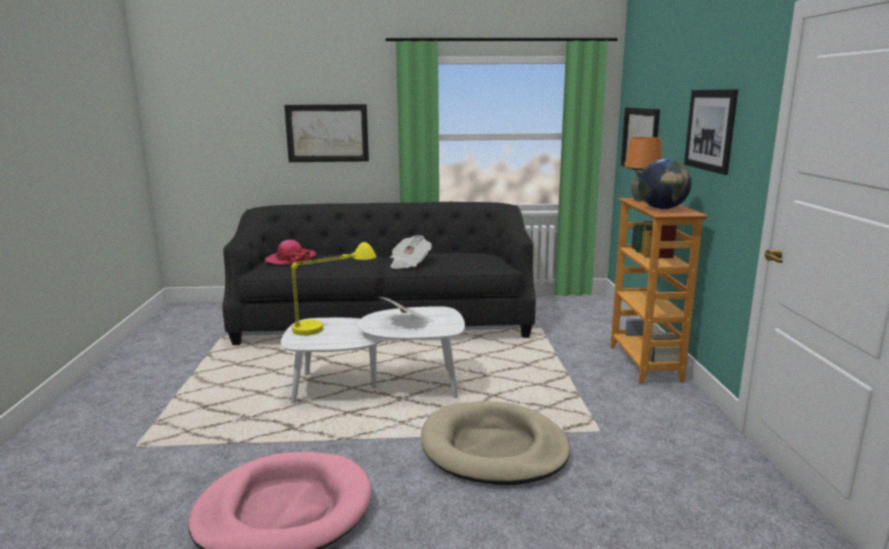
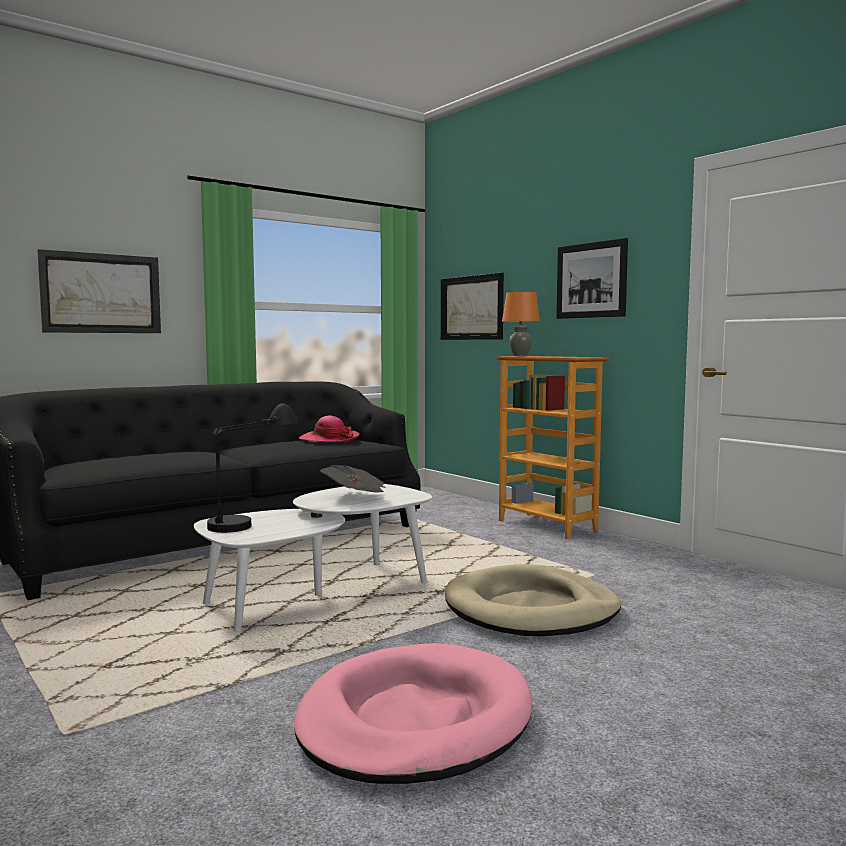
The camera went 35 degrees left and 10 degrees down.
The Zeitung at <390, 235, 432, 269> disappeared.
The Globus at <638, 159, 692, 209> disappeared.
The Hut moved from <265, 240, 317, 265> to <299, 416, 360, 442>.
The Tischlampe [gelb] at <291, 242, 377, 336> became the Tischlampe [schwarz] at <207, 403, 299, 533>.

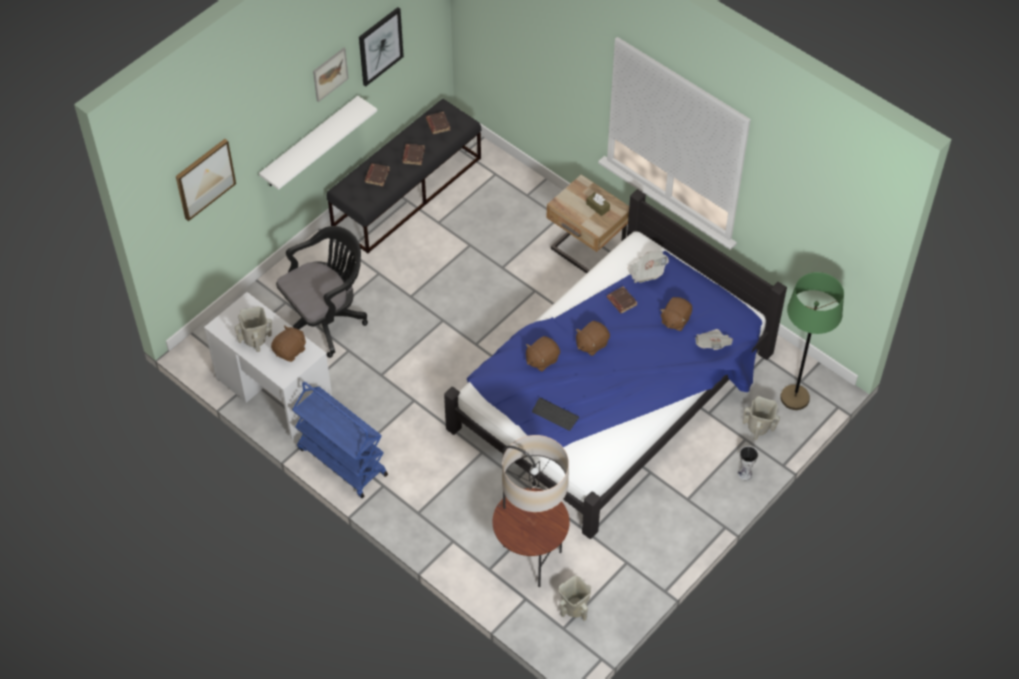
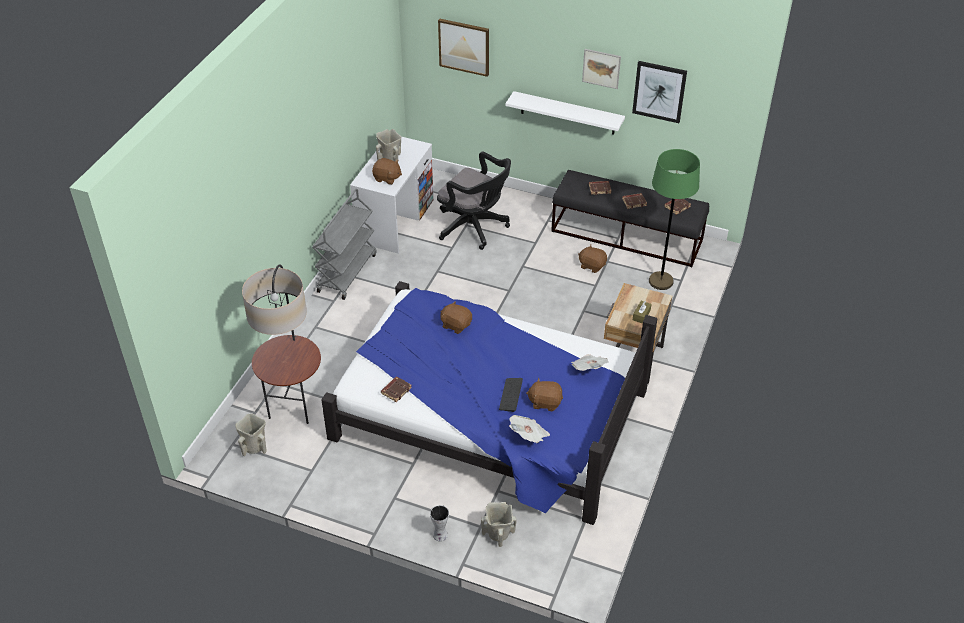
The camera went 70 degrees right and 10 degrees down.
The Tastatur moved from <532, 398, 579, 431> to <499, 378, 523, 412>.
The Plüschtier [braun] moved from <576, 321, 610, 356> to <578, 245, 607, 273>.
The Buch [braun] moved from <607, 286, 637, 313> to <381, 377, 412, 402>.
The Stehlampe [grün] moved from <780, 272, 844, 410> to <649, 149, 700, 290>.
The Rollwagen [blau] at <292, 381, 388, 498> became the Rollwagen [grau] at <312, 189, 376, 300>.

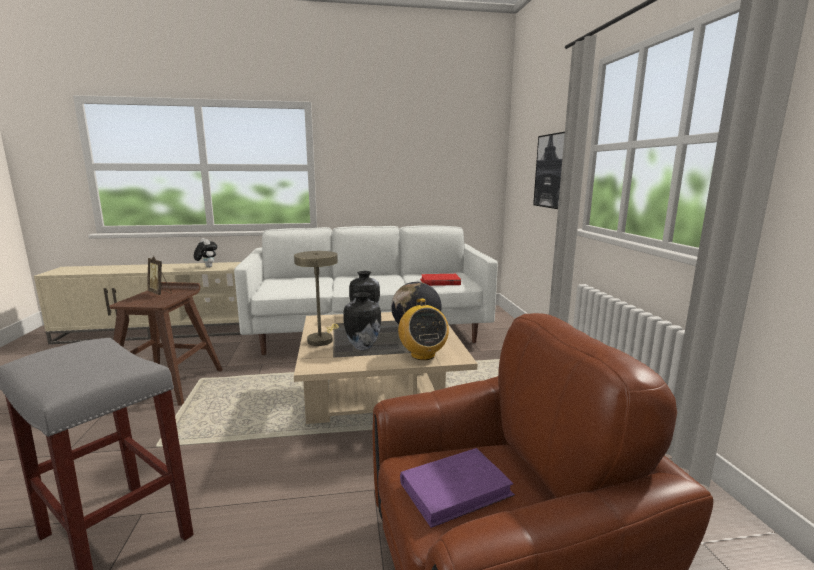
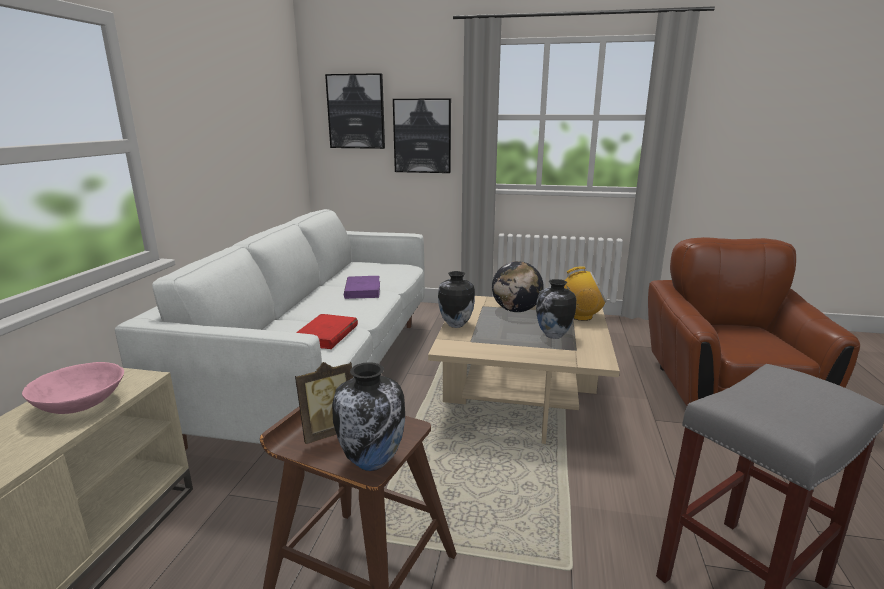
The camera went 70 degrees left and 5 degrees up.
The Tischlampe [beige] at <294, 251, 339, 346> disappeared.
The Bild at <325, 73, 385, 149> appeared.
The Vase at <332, 362, 405, 471> appeared.
The Buch [lila] moved from <400, 448, 515, 528> to <344, 276, 380, 299>.
The Buch [rot] moved from <420, 274, 461, 286> to <296, 314, 358, 349>.
The Plüschtier at <194, 238, 218, 268> was replaced by the Schüssel [rosa] at <22, 362, 124, 414>.

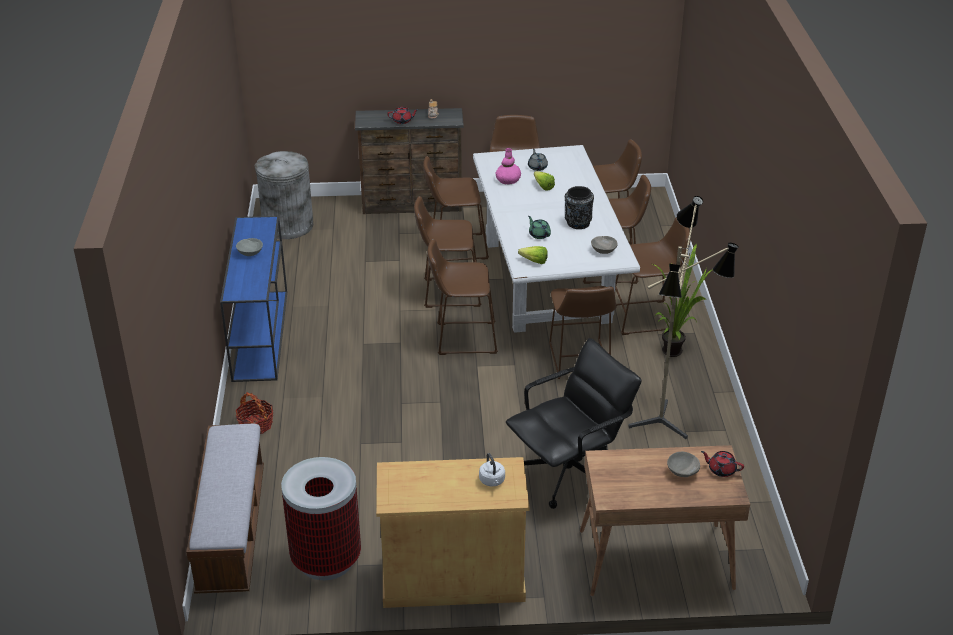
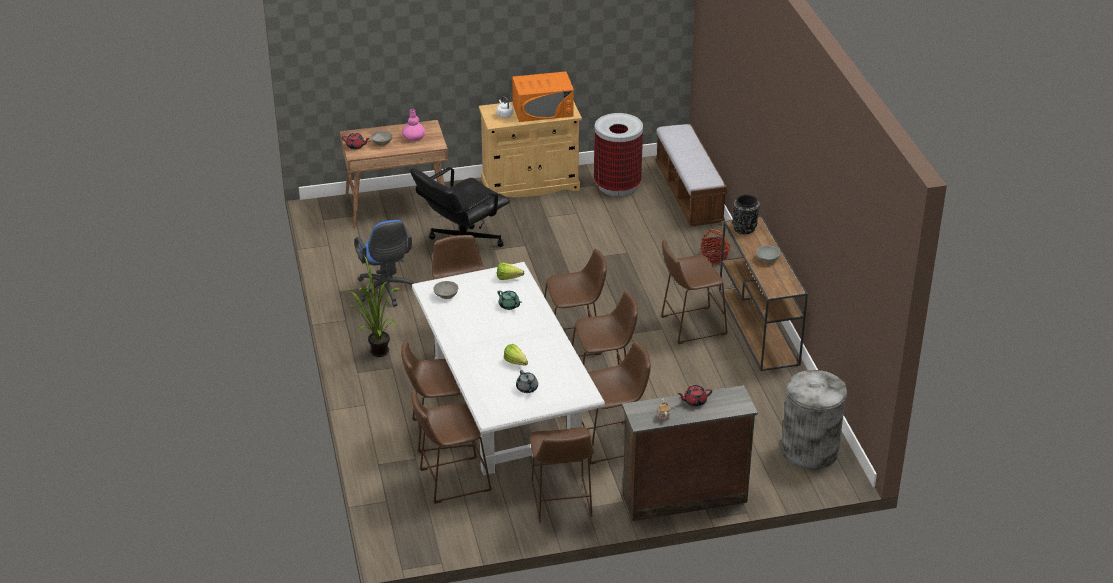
The camera went 170 degrees right and 0 degrees up.
The Mikrowelle [orange] at <512, 71, 574, 122> appeared.
The Vase [rosa] moved from <495, 148, 521, 185> to <402, 109, 425, 141>.
The Vase [schwarz] moved from <565, 186, 594, 229> to <732, 194, 760, 234>.
The Hocker [braun] moved from <615, 218, 691, 335> to <660, 240, 728, 344>.
The Stehlampe at <628, 196, 739, 439> was replaced by the Bürostuhl [blau] at <354, 220, 415, 307>.
The Konsolentisch [blau] at <220, 216, 287, 382> became the Konsolentisch [braun] at <719, 216, 808, 371>.

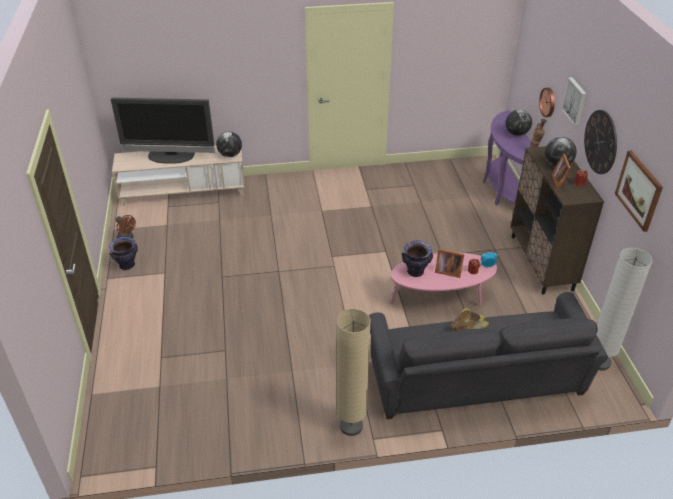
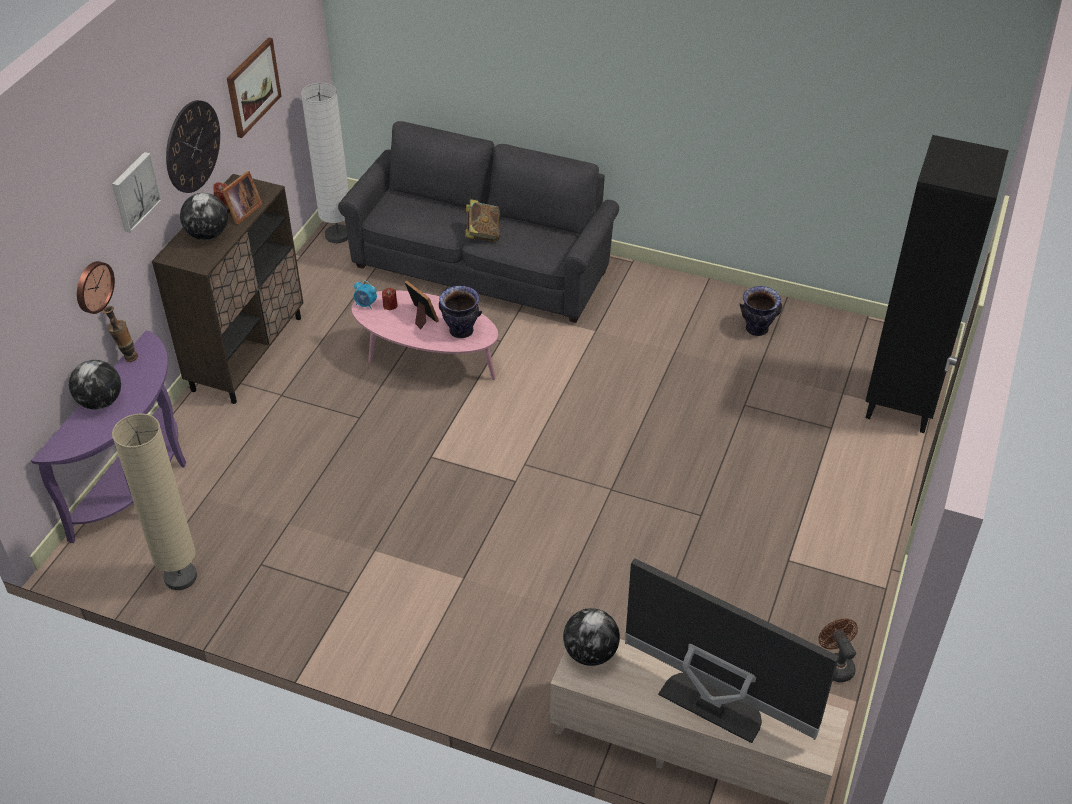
The camera went 150 degrees left and 5 degrees up.
The Bücherregal [schwarz] at <865, 135, 1009, 433> appeared.
The Vase moved from <109, 237, 138, 270> to <740, 286, 782, 336>.
The Stehlampe [beige] moved from <336, 309, 371, 436> to <112, 414, 197, 590>.

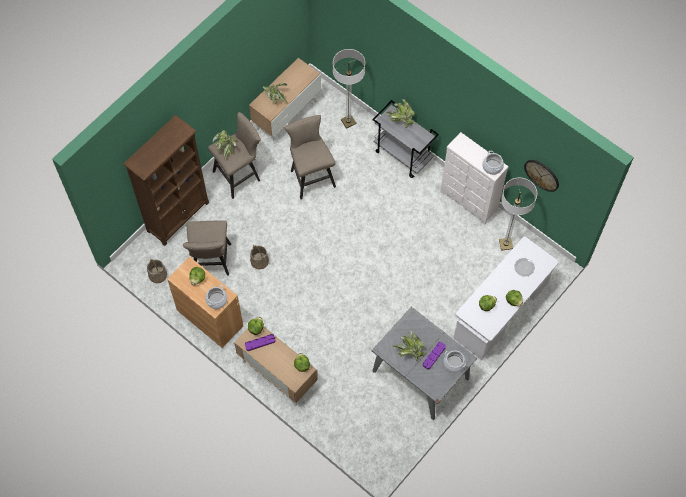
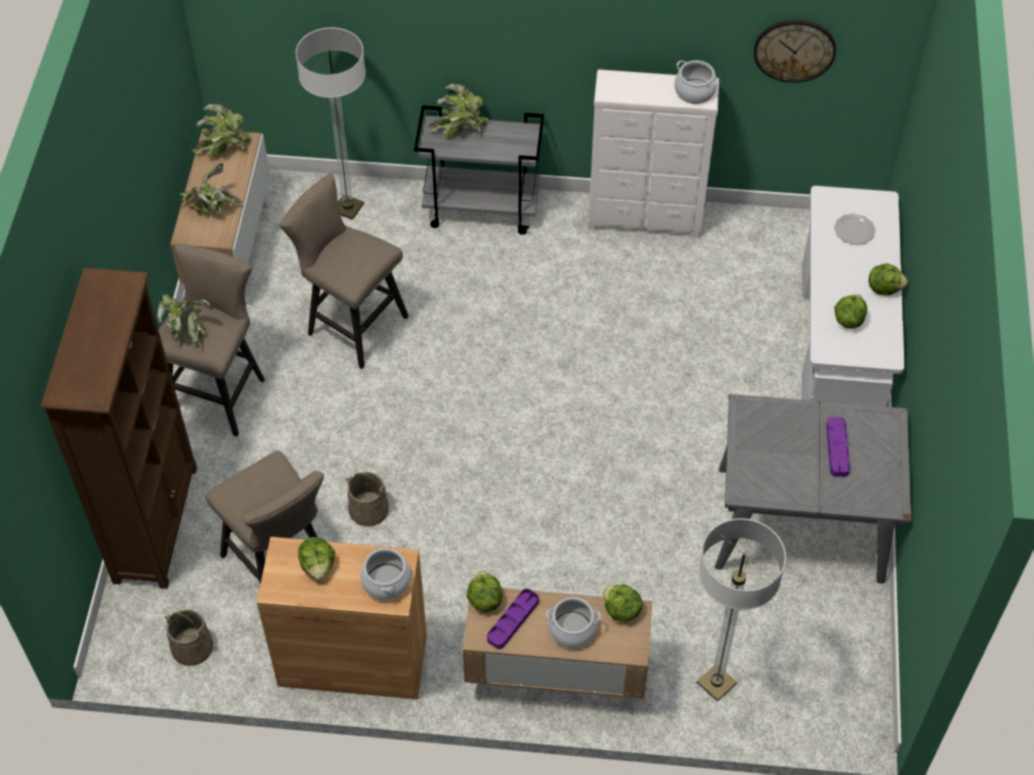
The camera went 35 degrees left and 10 degrees down.
The Topfpflanze moved from <392, 331, 425, 361> to <192, 104, 251, 158>.
The Kochtopf moved from <444, 350, 466, 373> to <546, 597, 601, 648>.
The Stehlampe moved from <499, 178, 537, 251> to <697, 518, 786, 701>.

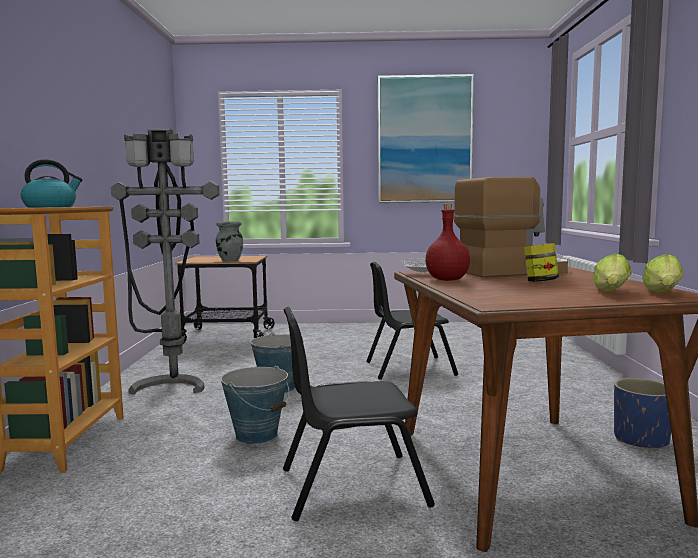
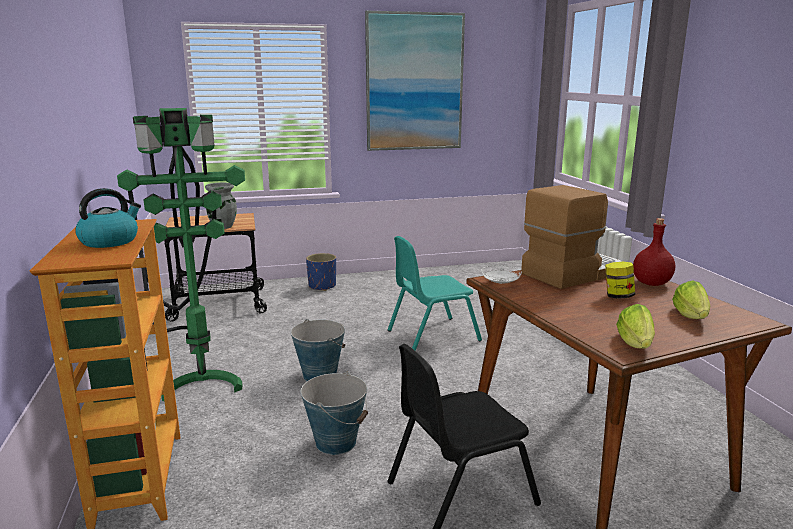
The camera went 15 degrees left and 10 degrees up.
The Flasche [rot] moved from <425, 204, 470, 281> to <633, 218, 675, 286>.
The Pflanzkübel [blau] moved from <614, 378, 671, 450> to <306, 253, 336, 291>.
The Salatkopf moved from <642, 254, 683, 293> to <616, 304, 655, 349>.
The Stehlampe [grau] at <111, 129, 220, 395> became the Stehlampe [grün] at <117, 108, 245, 401>.
The Stuhl [schwarz] at <366, 262, 458, 380> became the Stuhl [türkis] at <388, 236, 482, 351>.

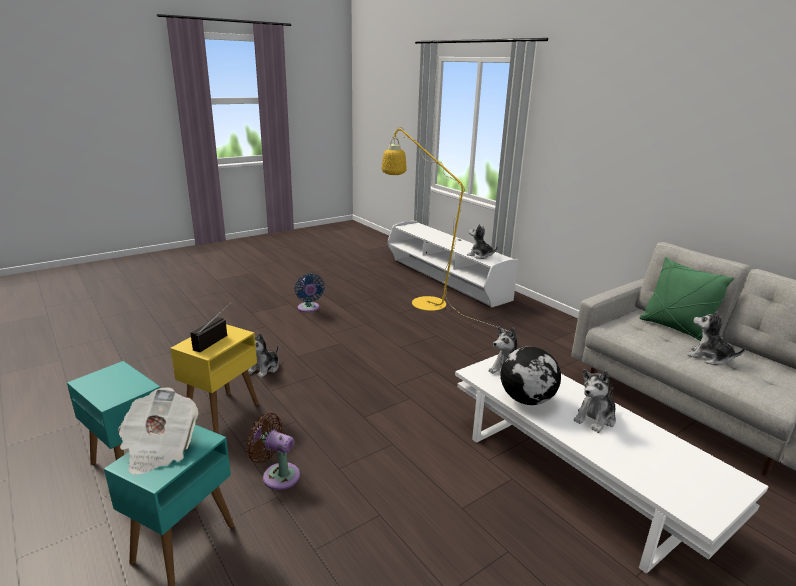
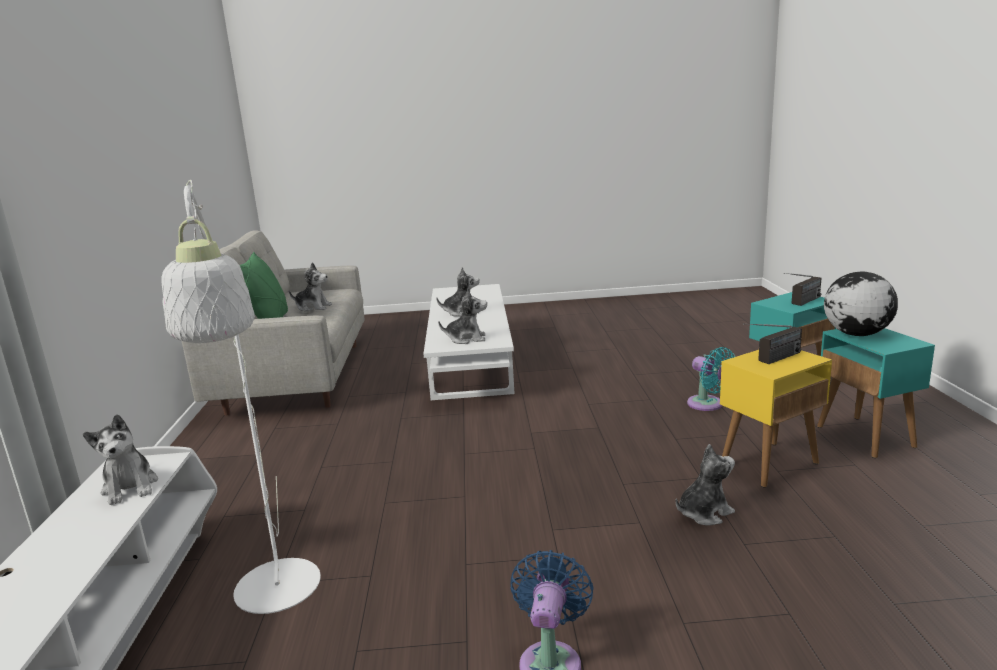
The camera went 145 degrees left and 5 degrees down.
The Globus moved from <501, 347, 561, 405> to <824, 272, 898, 336>.
The Zeitung at <118, 387, 199, 475> was replaced by the Radio at <784, 273, 822, 306>.
The Ventilator [braun] at <246, 413, 300, 490> became the Ventilator [türkis] at <687, 347, 735, 411>.
The Stehlampe [gelb] at <382, 127, 508, 331> became the Stehlampe [weiß] at <161, 180, 321, 614>.
The Plüschtier at <688, 311, 745, 365> turned 60 degrees counterclockwise.

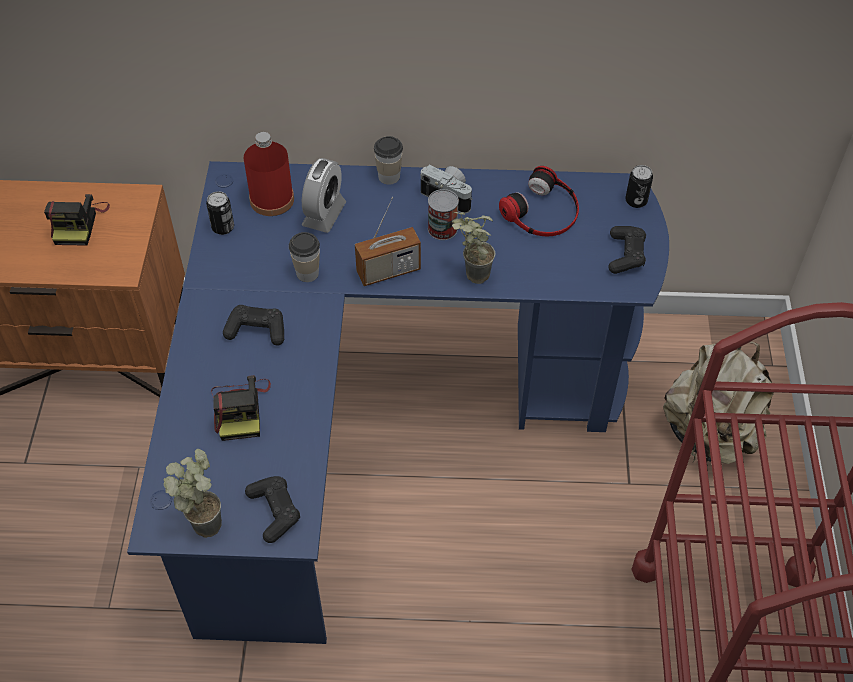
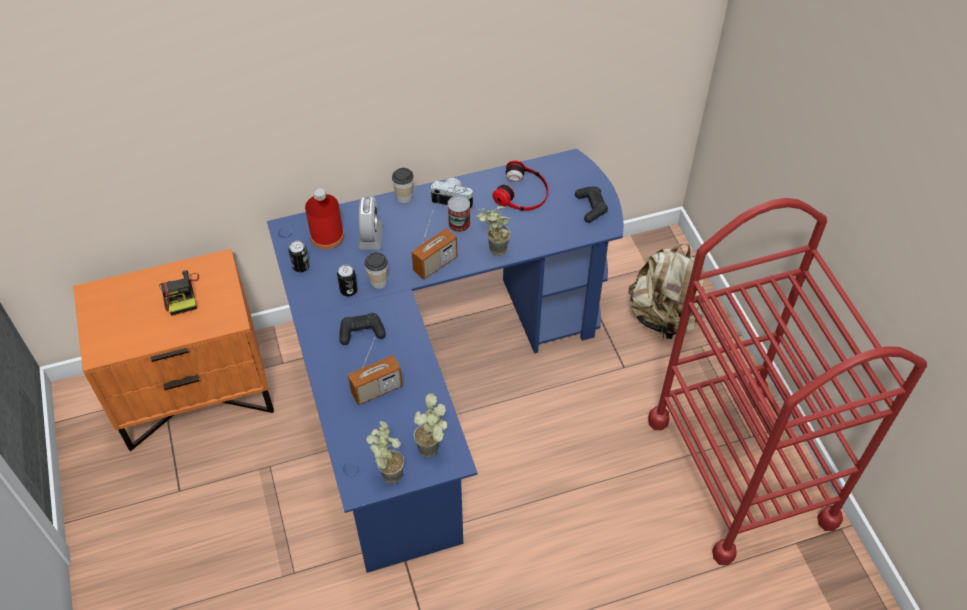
The camera went 20 degrees left and 0 degrees up.
The Dose moved from <625, 165, 653, 208> to <337, 264, 358, 296>.
The Kamera at <211, 375, 271, 441> was replaced by the Radio at <348, 337, 403, 405>.
The Gamepad [schwarz] at <245, 476, 300, 543> was replaced by the Topfpflanze at <414, 393, 447, 457>.

